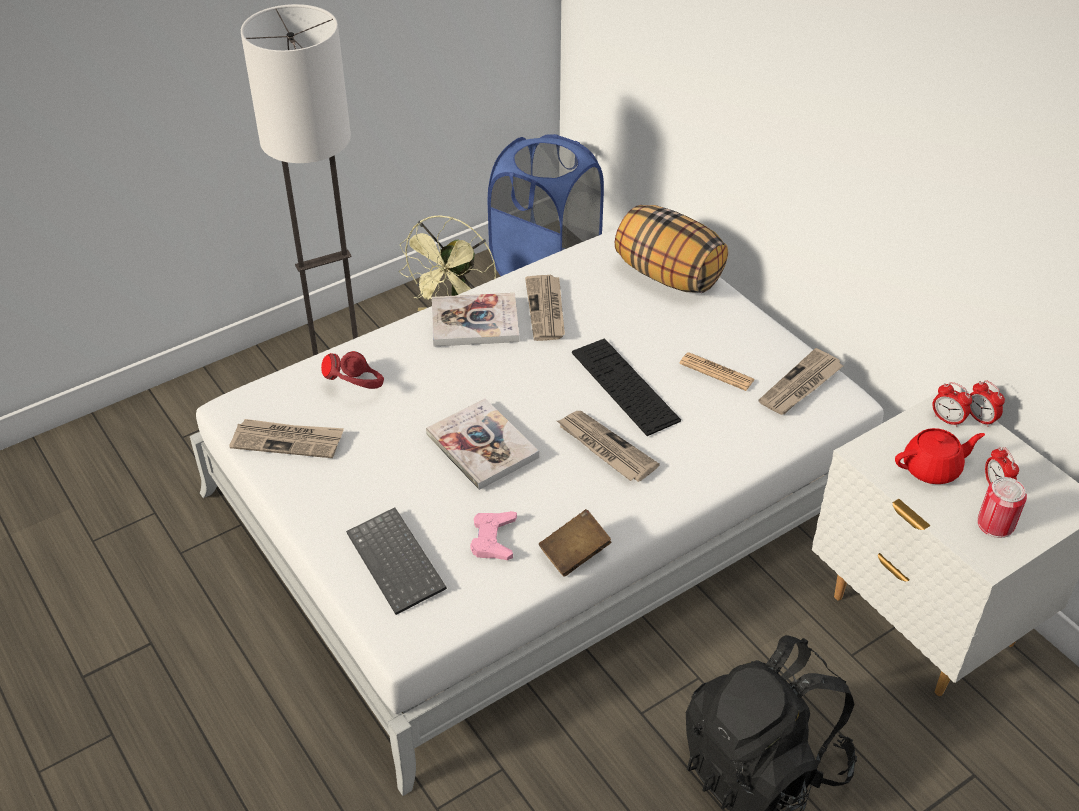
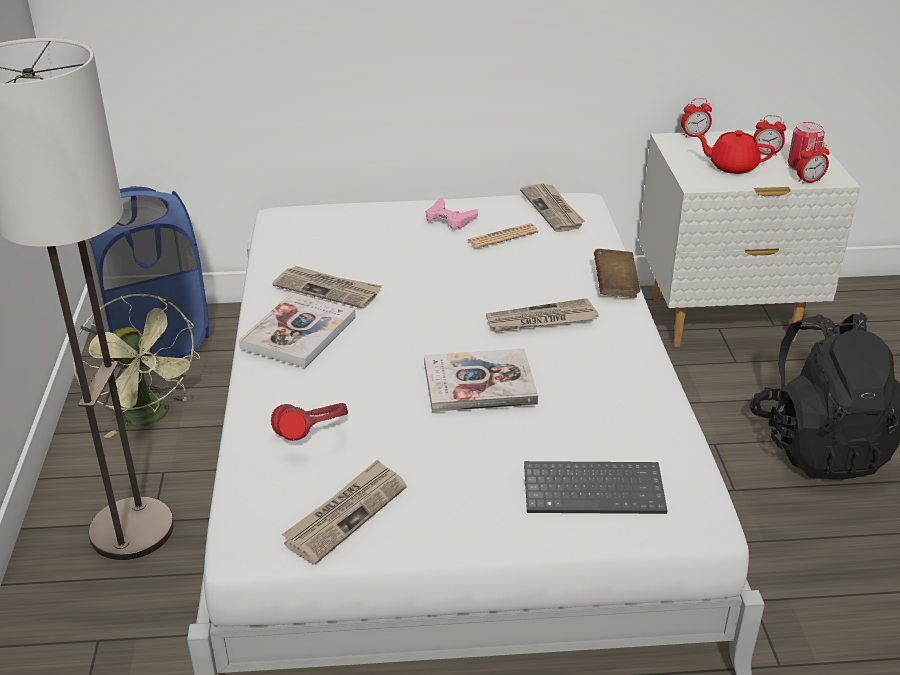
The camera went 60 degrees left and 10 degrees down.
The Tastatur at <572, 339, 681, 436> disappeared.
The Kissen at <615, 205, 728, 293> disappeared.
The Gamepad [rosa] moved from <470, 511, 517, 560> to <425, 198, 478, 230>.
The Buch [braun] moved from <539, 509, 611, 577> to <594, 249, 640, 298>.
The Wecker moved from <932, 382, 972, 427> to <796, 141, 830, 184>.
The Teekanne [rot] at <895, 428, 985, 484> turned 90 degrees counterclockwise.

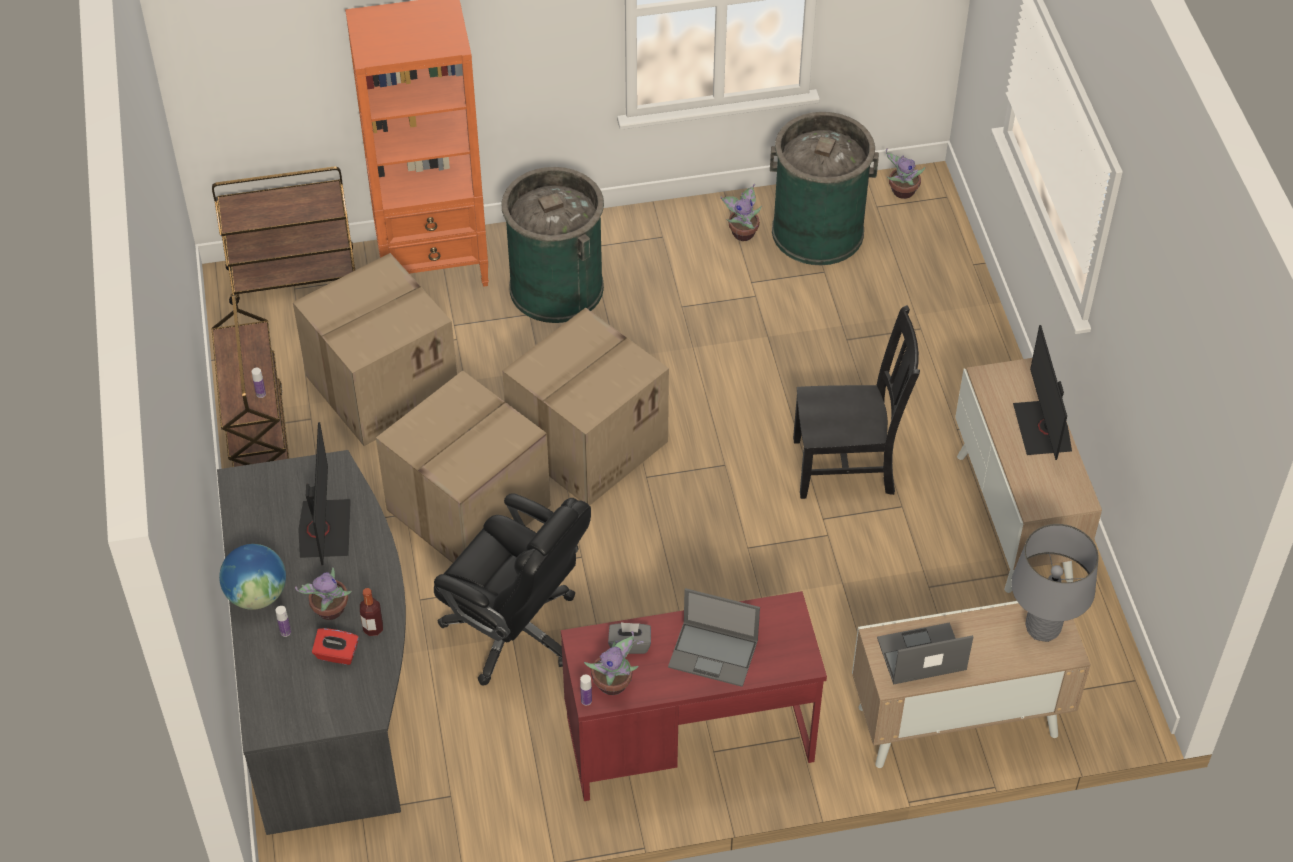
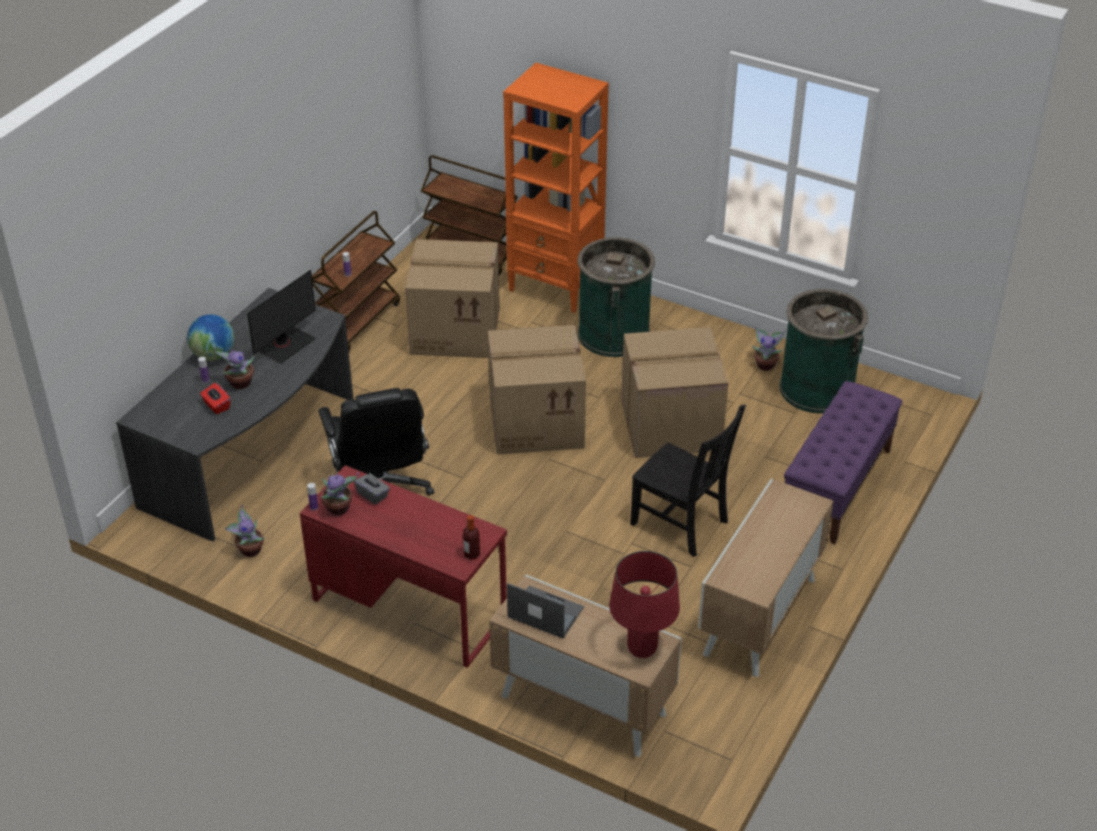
The camera went 40 degrees right and 10 degrees down.
The Laptop at <668, 588, 760, 687> disappeared.
The Monitor at <1013, 325, 1072, 460> disappeared.
The Bank [lila] at <784, 381, 903, 544> appeared.
The Flasche moved from <360, 588, 383, 636> to <463, 515, 480, 560>.
The Karton moved from <376, 370, 551, 563> to <621, 327, 729, 458>.
The Topfpflanze moved from <886, 148, 926, 199> to <225, 505, 265, 557>.
The Tischlampe [grau] at <1011, 524, 1098, 642> became the Tischlampe [rot] at <609, 551, 680, 658>.

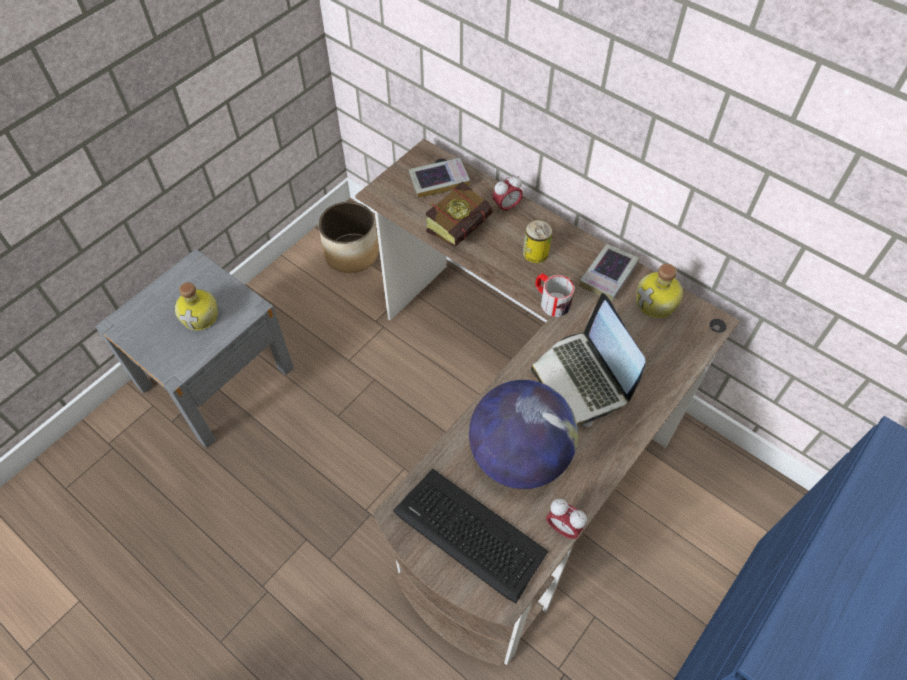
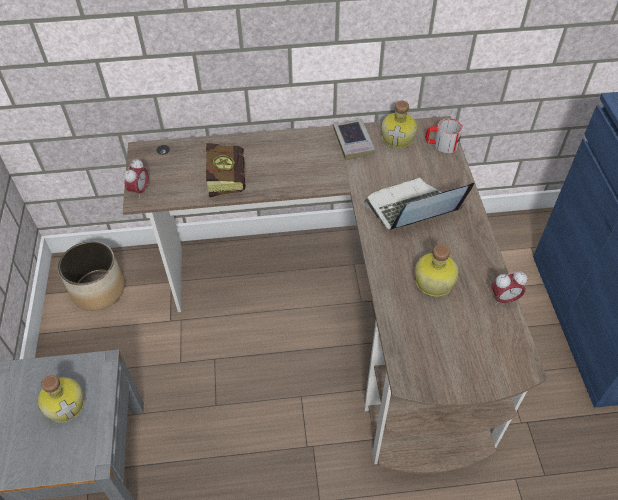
The camera went 45 degrees left and 5 degrees down.
The Tastatur at <393, 469, 548, 603> disappeared.
The Buch at <409, 158, 470, 198> disappeared.
The Dose at <523, 220, 552, 263> disappeared.
The Wecker moved from <492, 175, 523, 214> to <124, 158, 148, 197>.
The Henkelbecher moved from <535, 273, 575, 317> to <426, 119, 463, 153>.
The Globus at <469, 380, 578, 489> was replaced by the Flasche at <415, 244, 459, 297>.
The Laptop at <531, 293, 645, 427> turned 135 degrees clockwise.

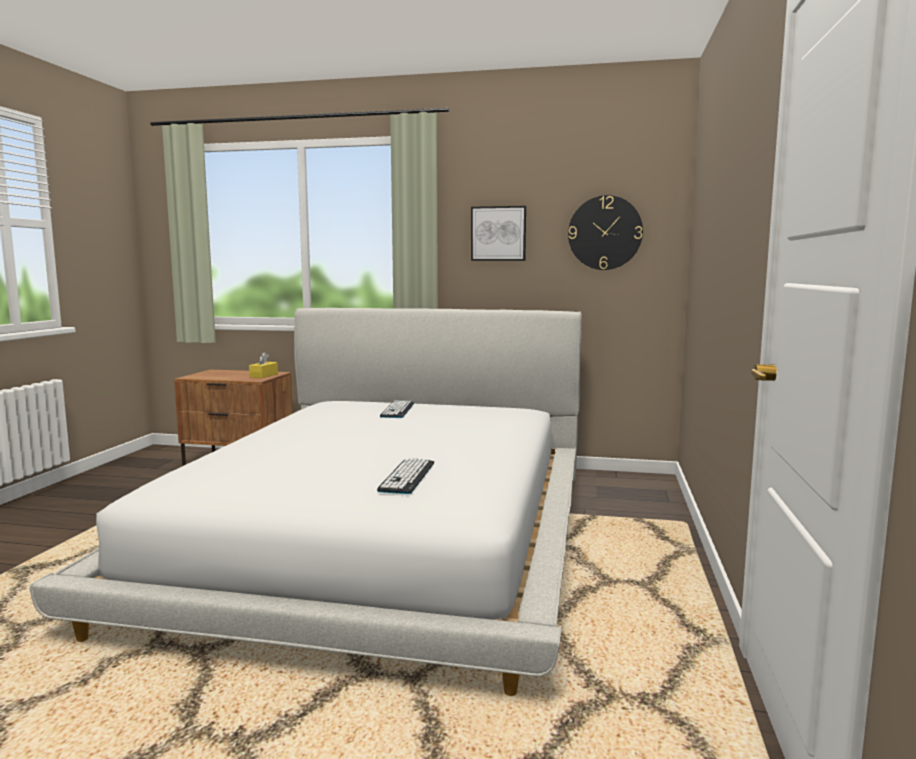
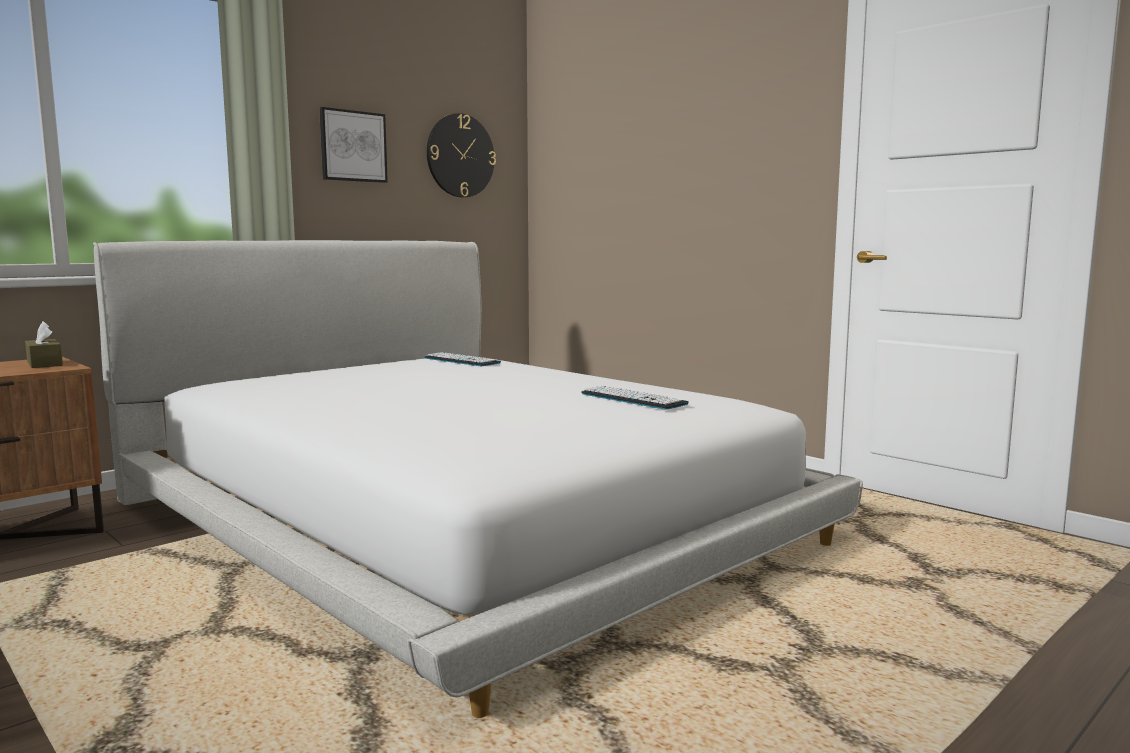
The camera went 55 degrees left and 0 degrees up.
The Tastatur moved from <380, 400, 414, 418> to <424, 352, 501, 366>.
The Taschentuchbox [gelb] at <249, 352, 278, 378> became the Taschentuchbox [braun] at <25, 321, 63, 368>.

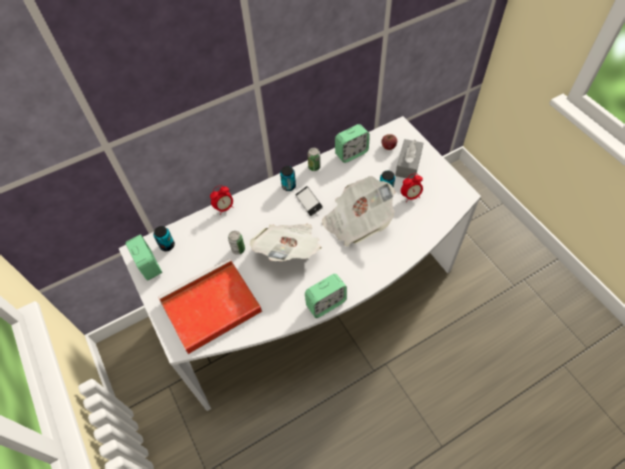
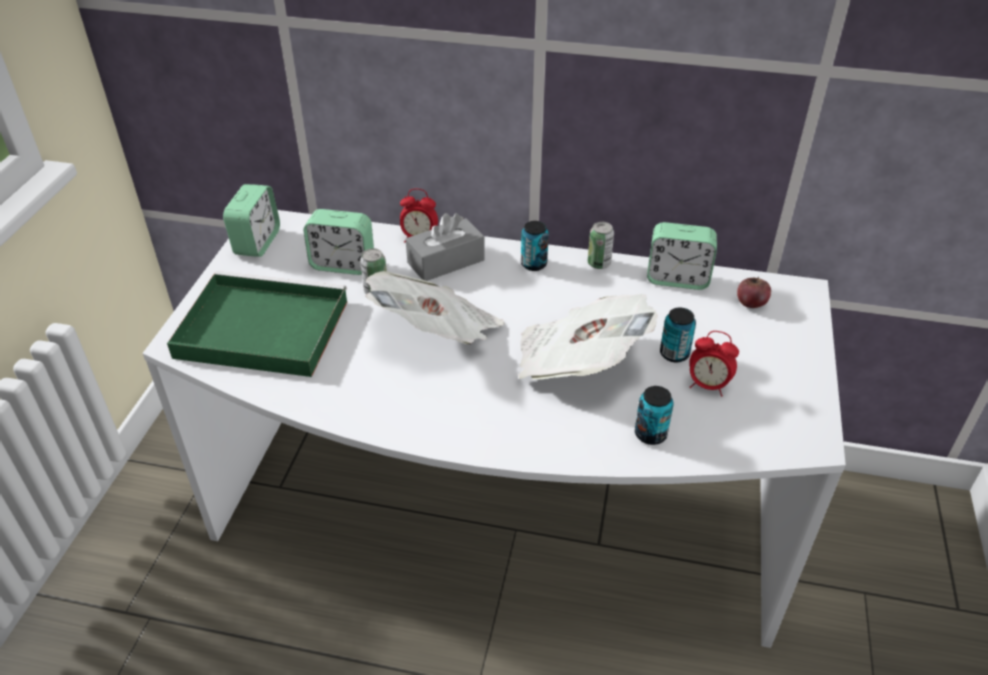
The camera went 40 degrees right and 15 degrees down.
The Handy at <296, 186, 323, 216> disappeared.
The Dose moved from <154, 226, 175, 251> to <635, 386, 674, 445>.
The Wecker moved from <305, 274, 347, 318> to <303, 209, 374, 275>.
The Taschentuchbox [grau] moved from <395, 139, 424, 179> to <406, 213, 485, 281>.
The Tablett [rot] at <158, 258, 262, 354> became the Tablett [grün] at <167, 271, 348, 377>.

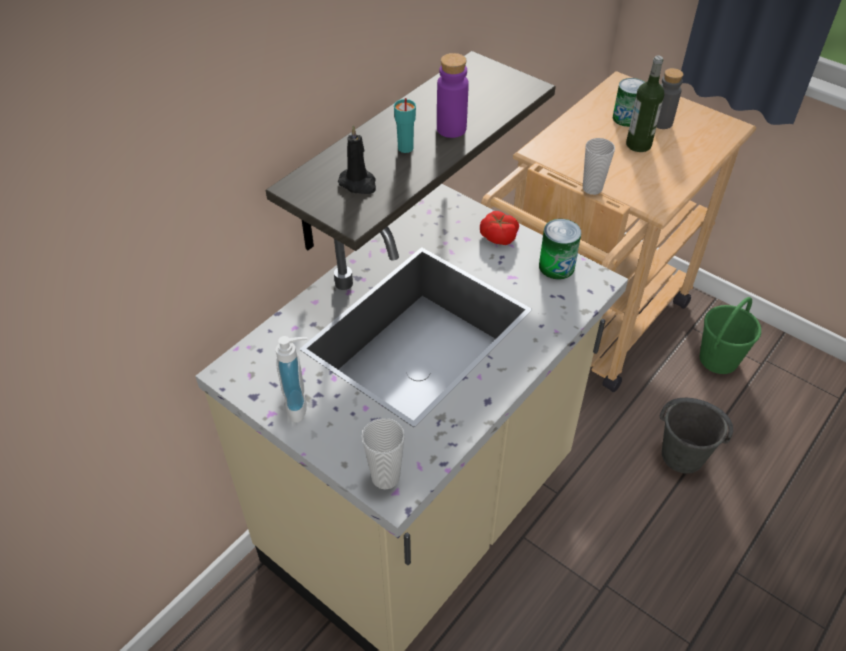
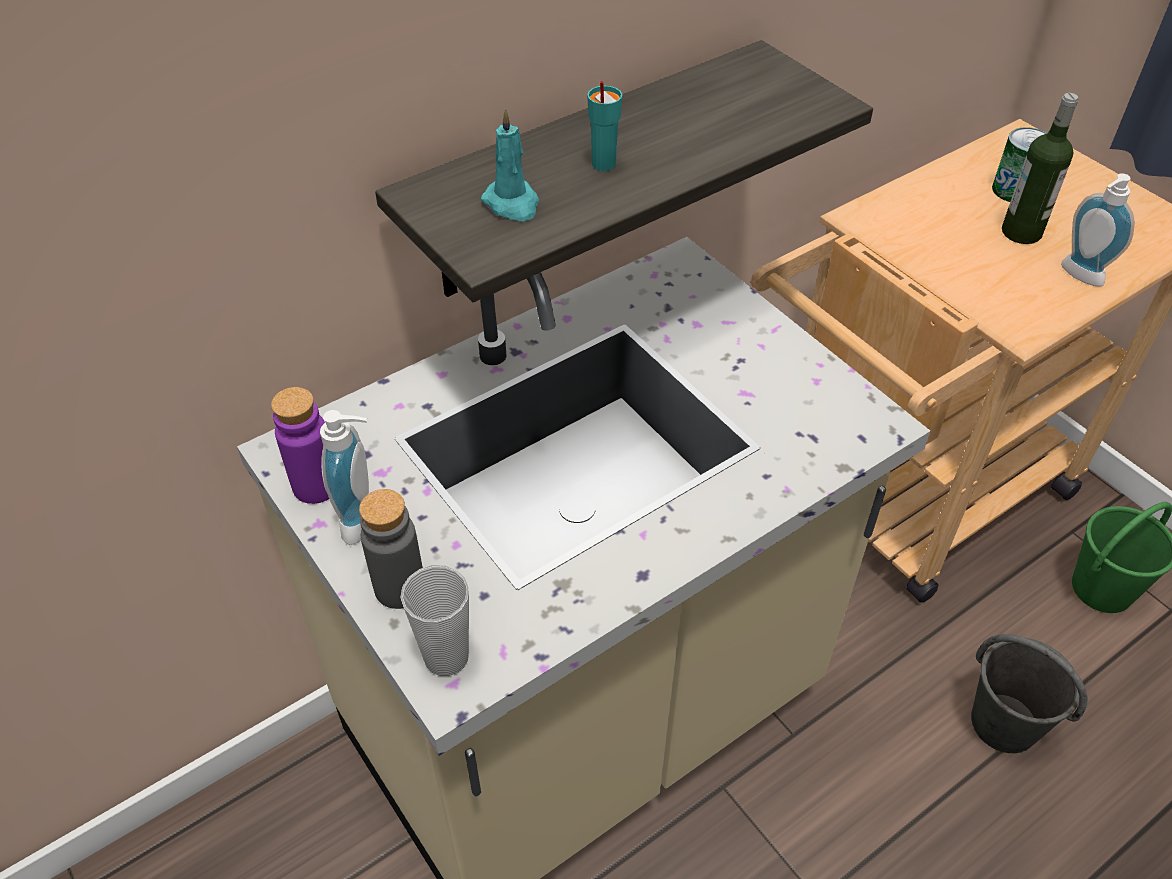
The camera went 15 degrees right and 0 degrees up.
The Tomate at <480, 211, 519, 245> disappeared.
The Dose at <539, 219, 581, 279> disappeared.
The Tasse at <583, 138, 615, 195> disappeared.
The Seifenspender at <1061, 173, 1135, 287> appeared.
The Flasche [lila] moved from <437, 53, 469, 138> to <271, 387, 329, 504>.
The Flasche [grau] moved from <656, 68, 683, 129> to <359, 489, 423, 609>.
The Kerze [schwarz] at <338, 125, 376, 194> became the Kerze [türkis] at <481, 108, 539, 222>.

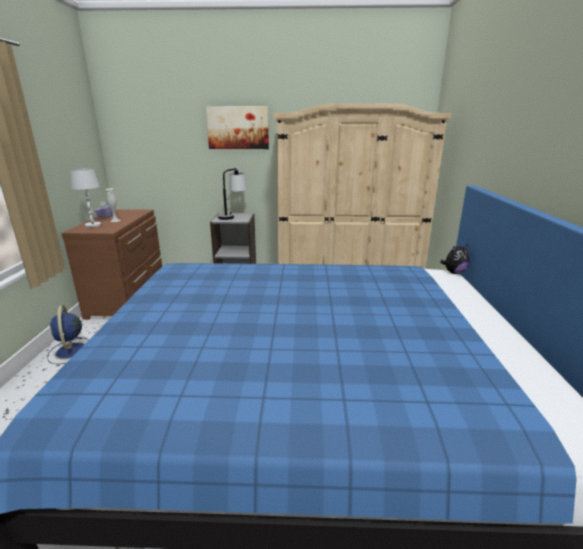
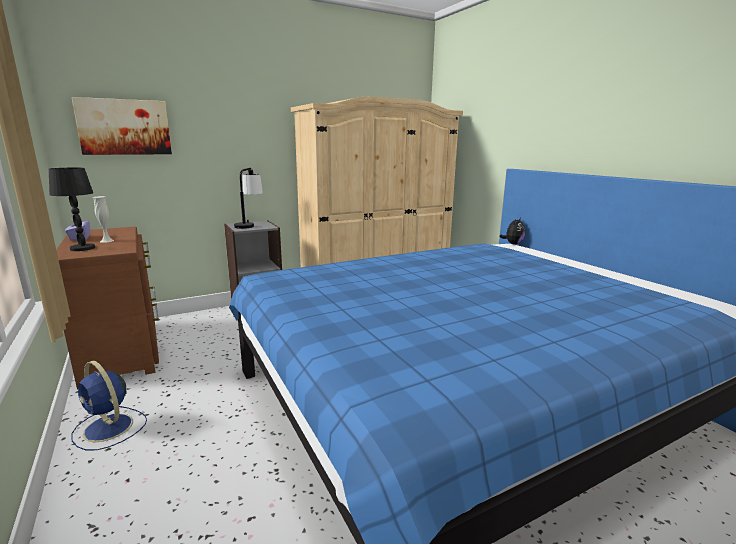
The camera went 30 degrees left and 5 degrees down.
The Bild moved from <206, 106, 269, 149> to <72, 97, 172, 155>.
The Tischlampe [weiß] at <70, 168, 101, 227> became the Tischlampe [schwarz] at <49, 168, 95, 251>.

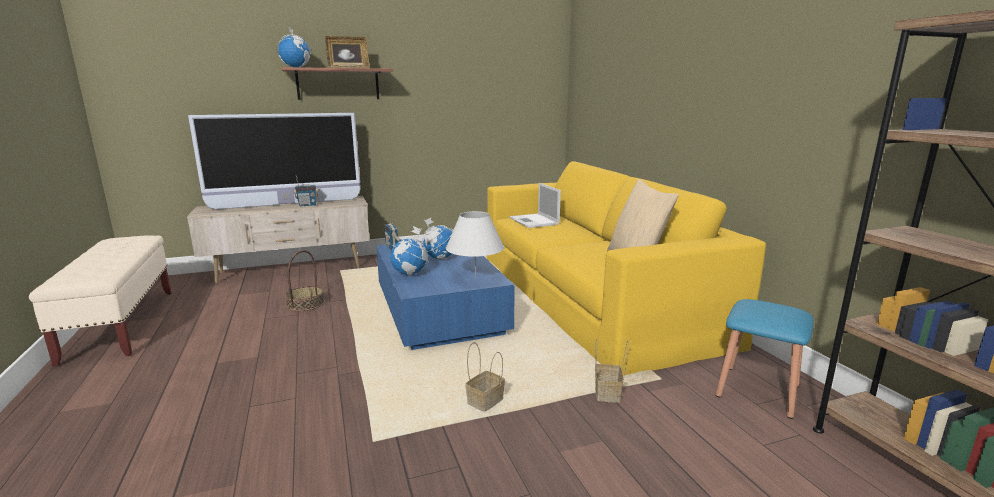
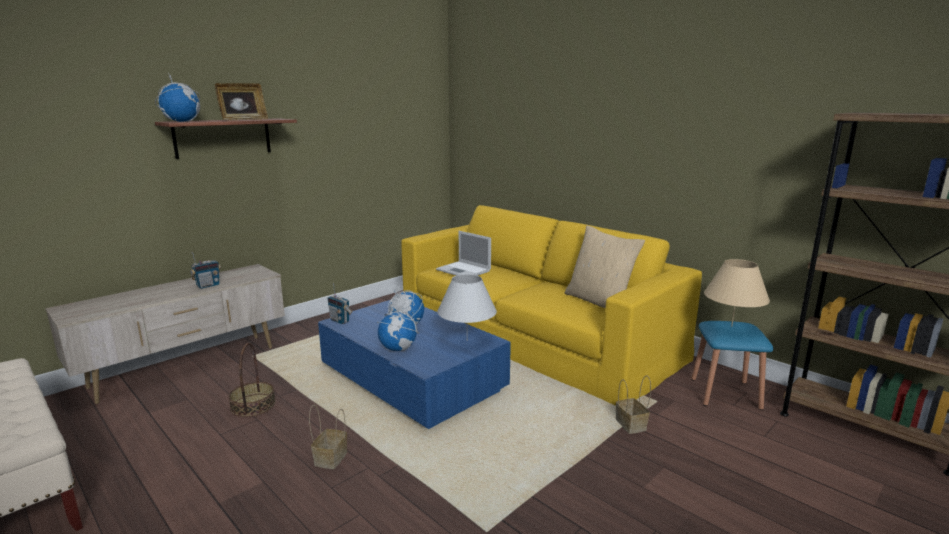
The camera went 25 degrees left and 0 degrees up.
The Fernseher at <188, 113, 361, 210> disappeared.
The Tischlampe [beige] at <704, 259, 770, 327> appeared.
The Korb moved from <466, 342, 505, 412> to <309, 405, 347, 469>.

